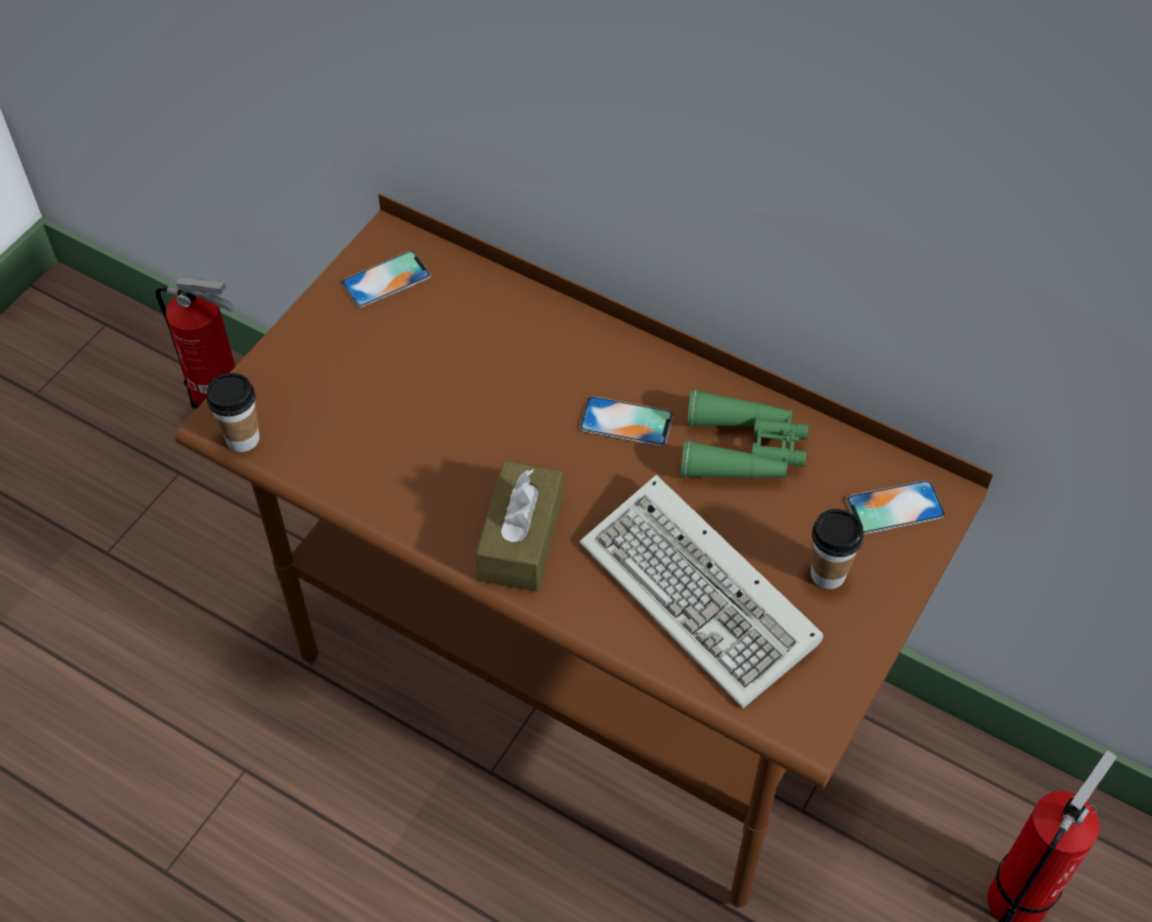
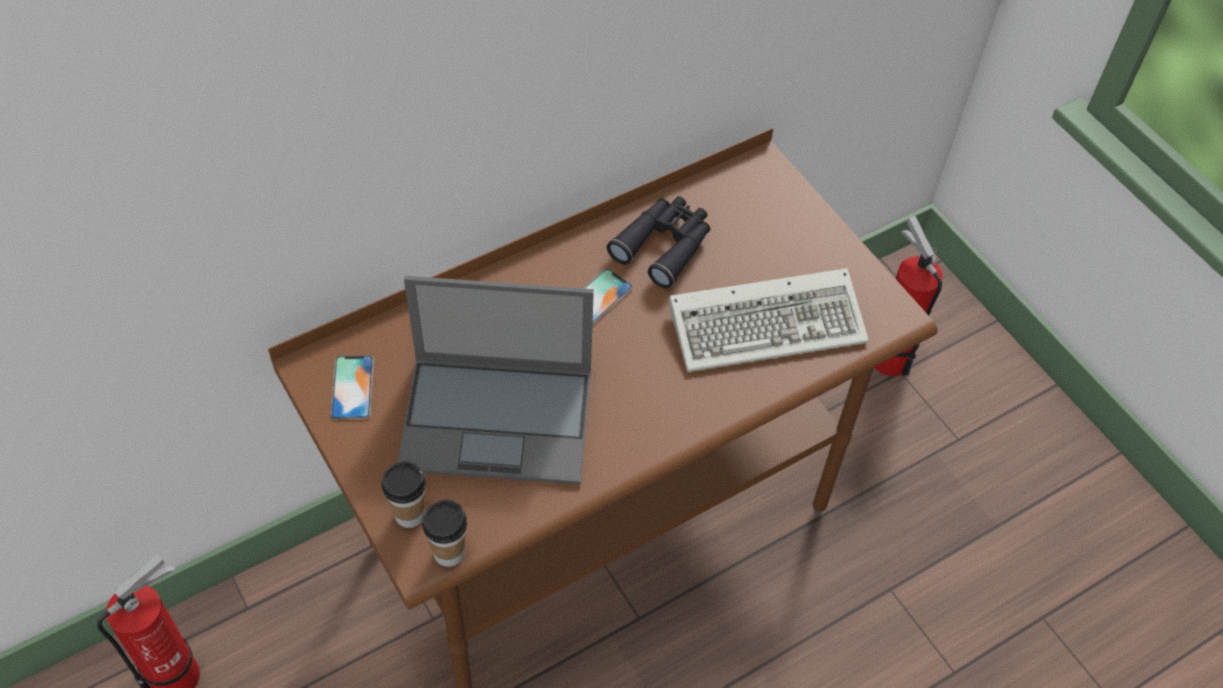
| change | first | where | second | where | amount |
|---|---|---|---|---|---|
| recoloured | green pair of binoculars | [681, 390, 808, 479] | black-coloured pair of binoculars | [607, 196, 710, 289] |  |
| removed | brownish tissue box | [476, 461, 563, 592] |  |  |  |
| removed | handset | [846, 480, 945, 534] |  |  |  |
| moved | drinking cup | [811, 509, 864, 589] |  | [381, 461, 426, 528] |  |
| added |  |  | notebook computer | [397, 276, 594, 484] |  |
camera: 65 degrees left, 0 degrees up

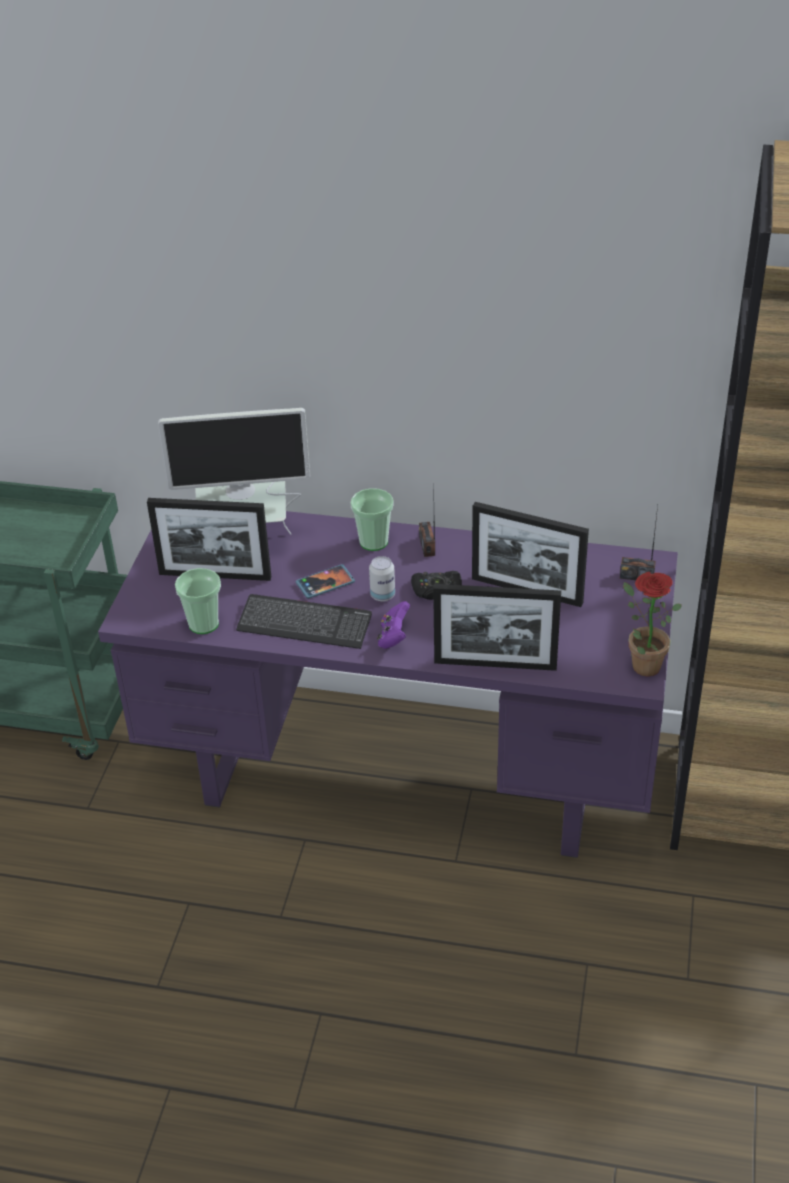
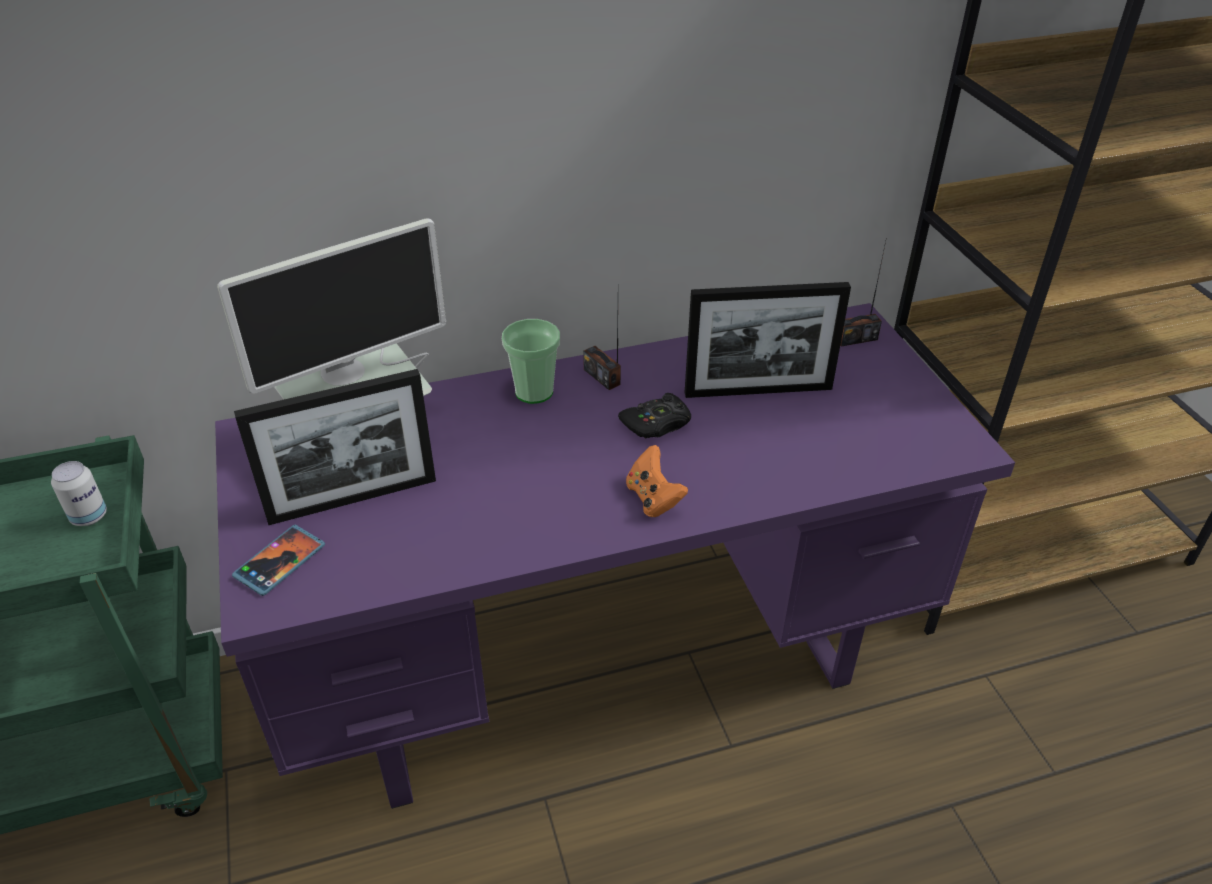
| change | first | where | second | where | amount |
|---|---|---|---|---|---|
| moved | sealed can | [369, 556, 395, 602] |  | [51, 461, 107, 526] |  |
| moved | handset | [295, 564, 355, 599] |  | [232, 525, 325, 596] |  |
| removed | drinking cup | [175, 568, 221, 634] |  |  |  |
| removed | plant in a pot | [623, 572, 682, 676] |  |  |  |
| removed | photo frame | [433, 584, 561, 671] |  |  |  |
| removed | PC keyboard | [236, 594, 372, 649] |  |  |  |
| recoloured | purple gamepad | [377, 601, 410, 649] | orange gamepad | [626, 445, 688, 517] |  |
camera: 30 degrees left, 0 degrees up

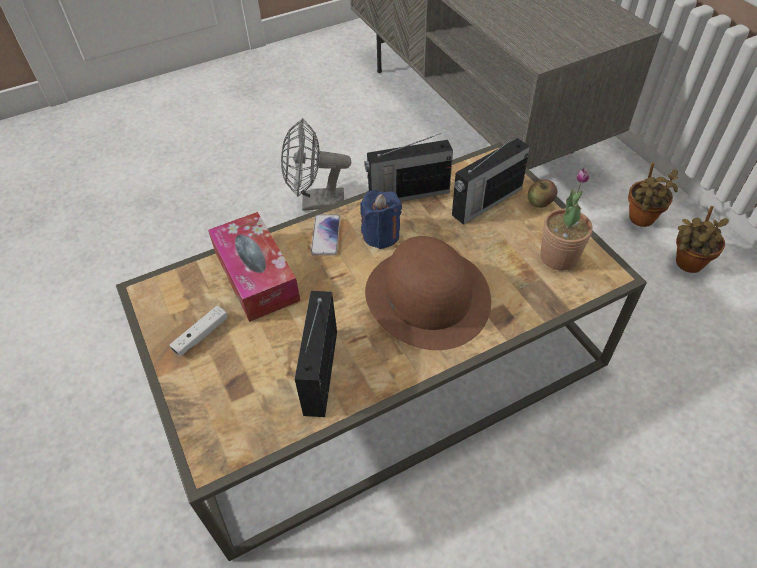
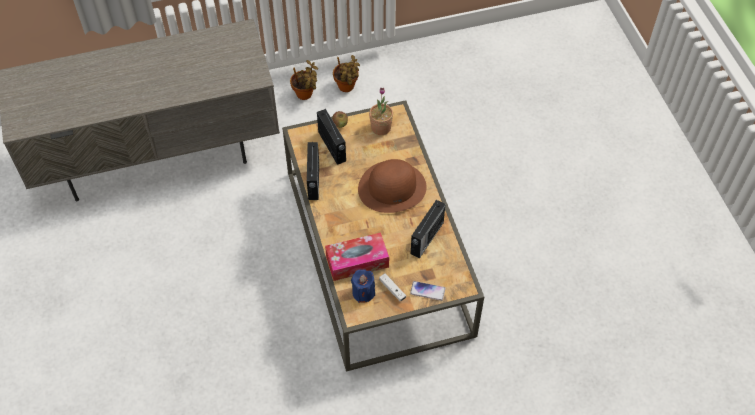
| change | first | where | second | where | amount |
|---|---|---|---|---|---|
| removed | gray electric fan | [281, 118, 351, 211] |  |  |  |
| moved | blue wax candle | [360, 190, 402, 249] |  | [351, 269, 375, 303] |  |
| moved | handset | [311, 215, 340, 255] |  | [410, 281, 446, 301] |  |
| turned | radio | [295, 291, 337, 417] |  | [411, 200, 445, 258] | 75 degrees counterclockwise |
camera: 80 degrees left, 5 degrees up

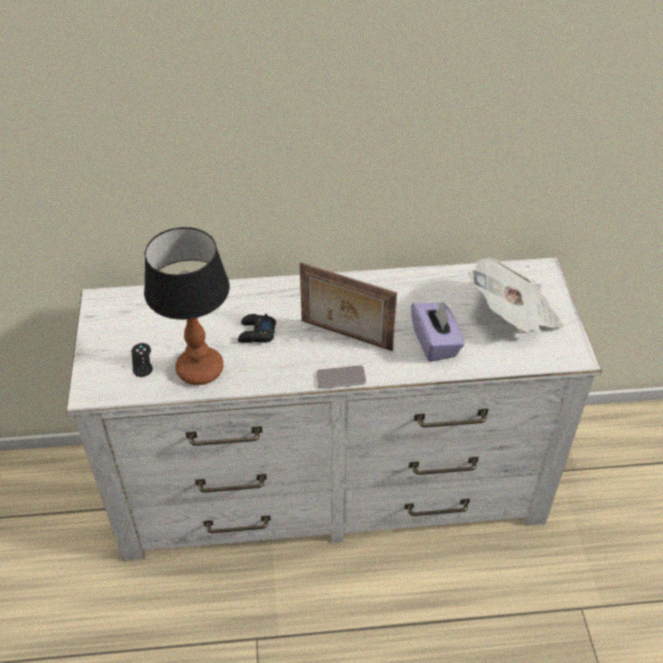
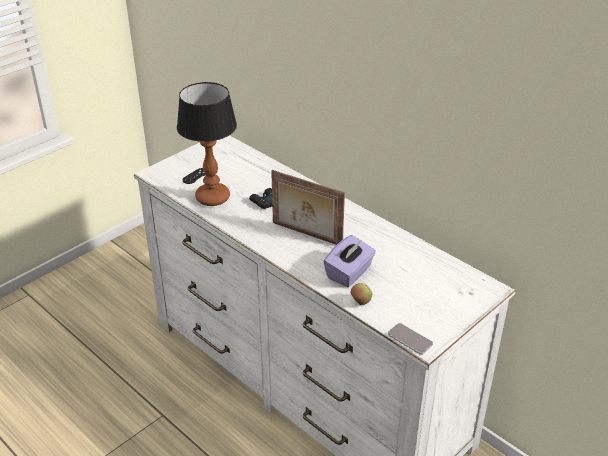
| change | first | where | second | where | amount |
|---|---|---|---|---|---|
| removed | newspaper | [468, 258, 564, 333] |  |  |  |
| turned | photo frame | [300, 262, 397, 351] |  | [271, 170, 345, 245] | 45 degrees counterclockwise |
| moved | handset | [316, 365, 366, 389] |  | [388, 323, 433, 355] |  |
| added |  |  | apple fruit | [351, 283, 373, 305] |  |
camera: 50 degrees right, 10 degrees down

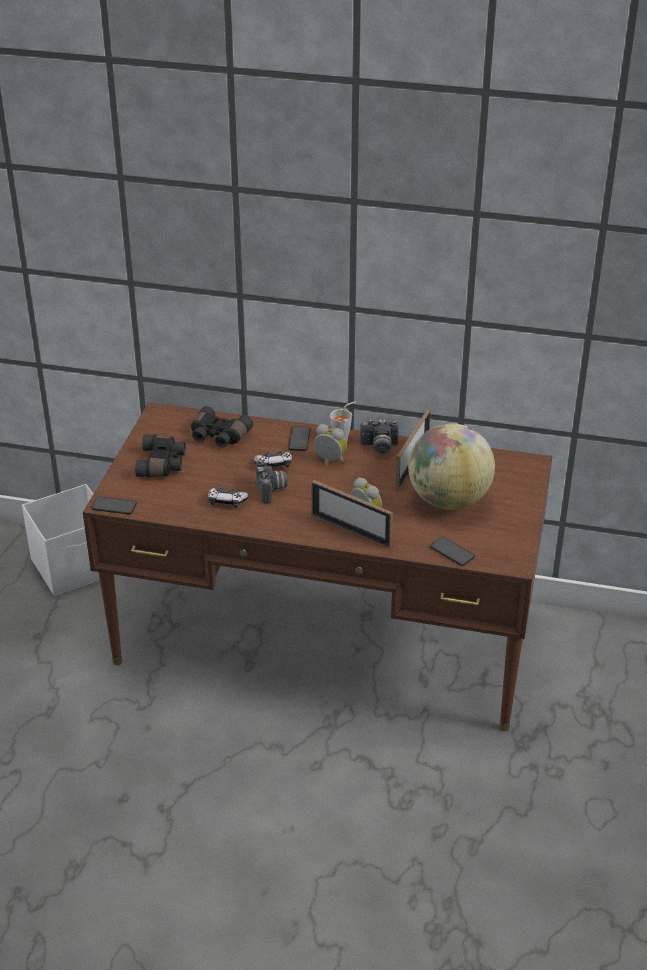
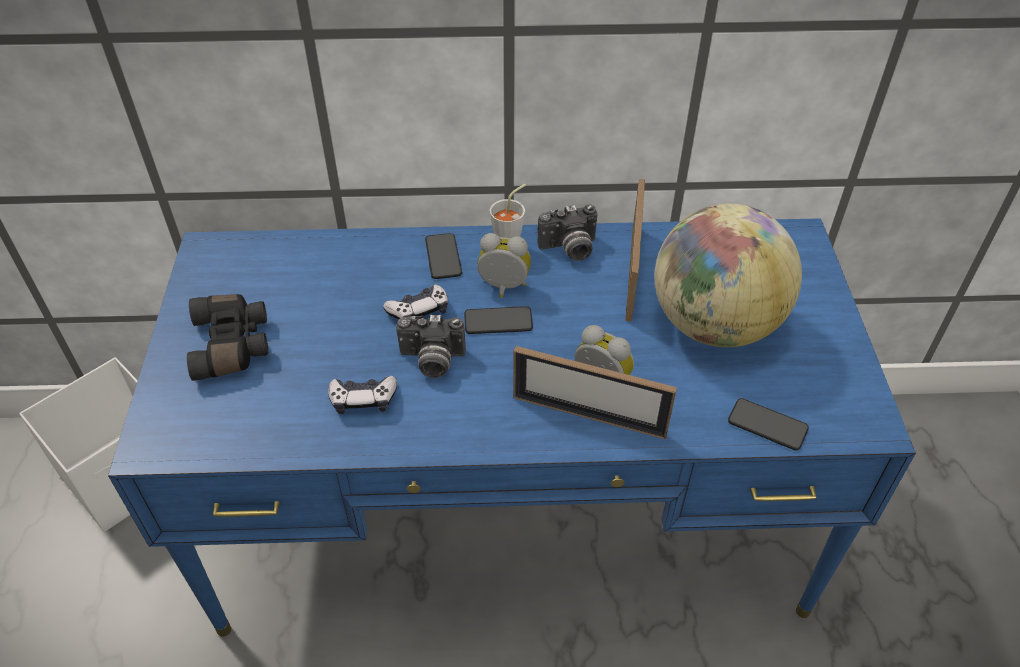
| change | first | where | second | where | amount |
|---|---|---|---|---|---|
| recoloured | brownish desk table | [83, 402, 552, 732] | blue desk table | [108, 218, 916, 637] |  |
| removed | black-coloured pair of binoculars | [191, 406, 253, 448] |  |  |  |
| turned | photo camera | [256, 460, 288, 504] |  | [396, 315, 466, 378] | 120 degrees clockwise |
| moved | handset | [91, 497, 137, 514] |  | [464, 306, 533, 334] |  |
camera: 15 degrees left, 10 degrees up

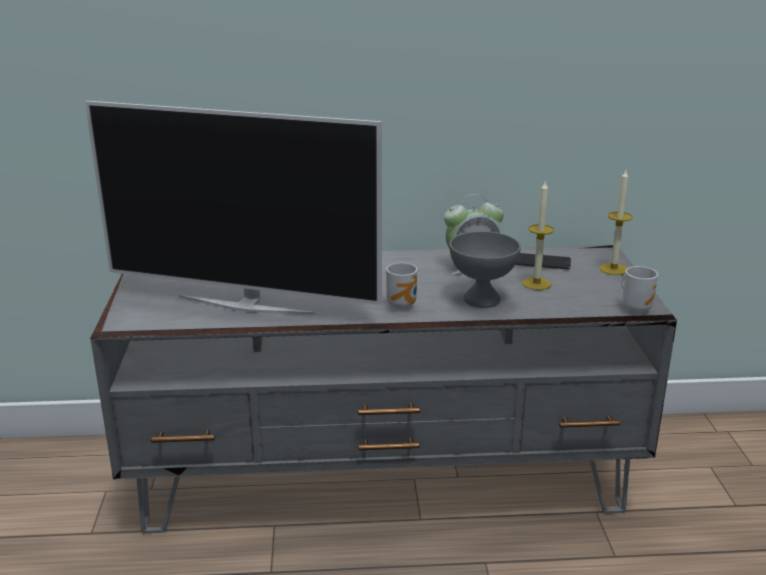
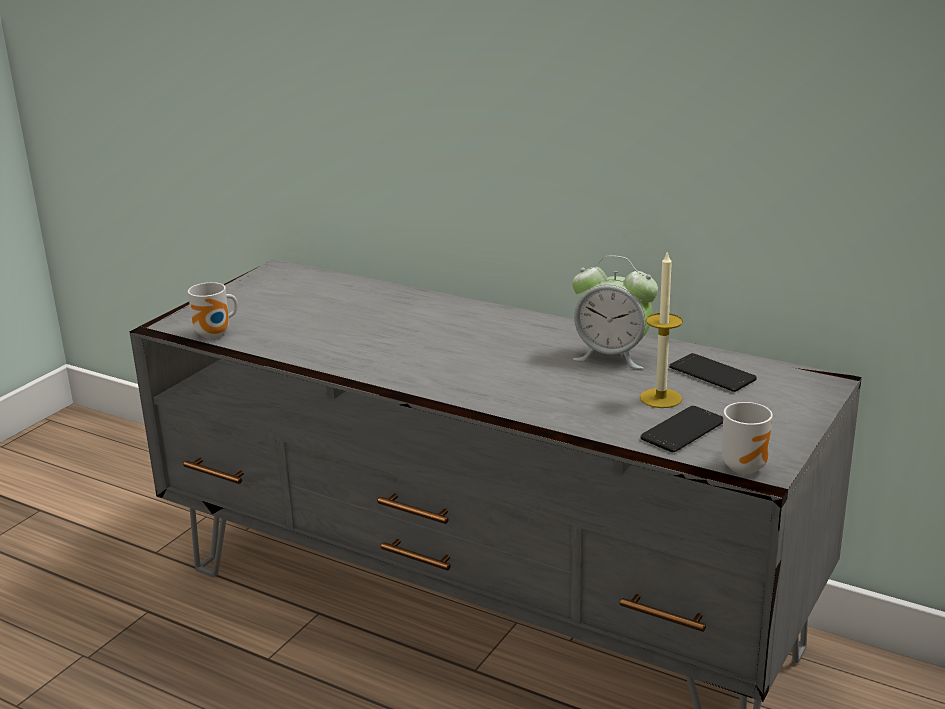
| change | first | where | second | where | amount |
|---|---|---|---|---|---|
| removed | TV | [85, 101, 382, 315] |  |  |  |
| removed | wax candle | [599, 170, 633, 275] |  |  |  |
| removed | gray serving bowl | [449, 231, 521, 308] |  |  |  |
| moved | coffee mug | [386, 263, 417, 309] |  | [188, 282, 238, 338] |  |
| added |  |  | handset | [640, 406, 723, 452] |  |
camera: 35 degrees right, 0 degrees up

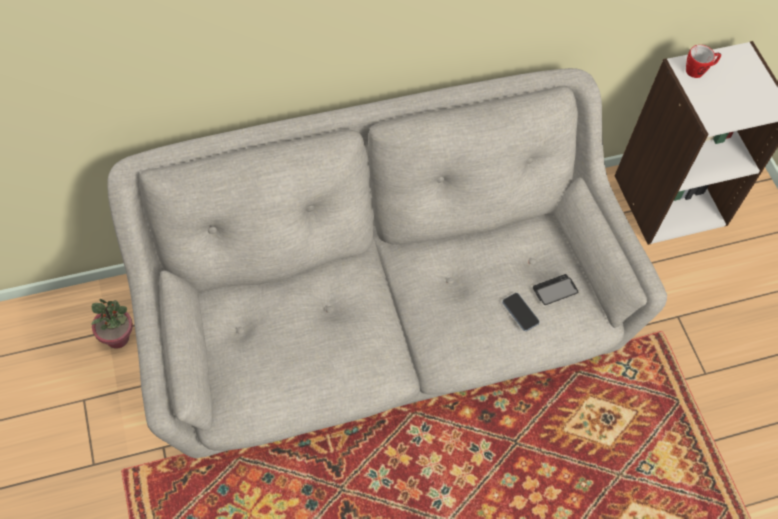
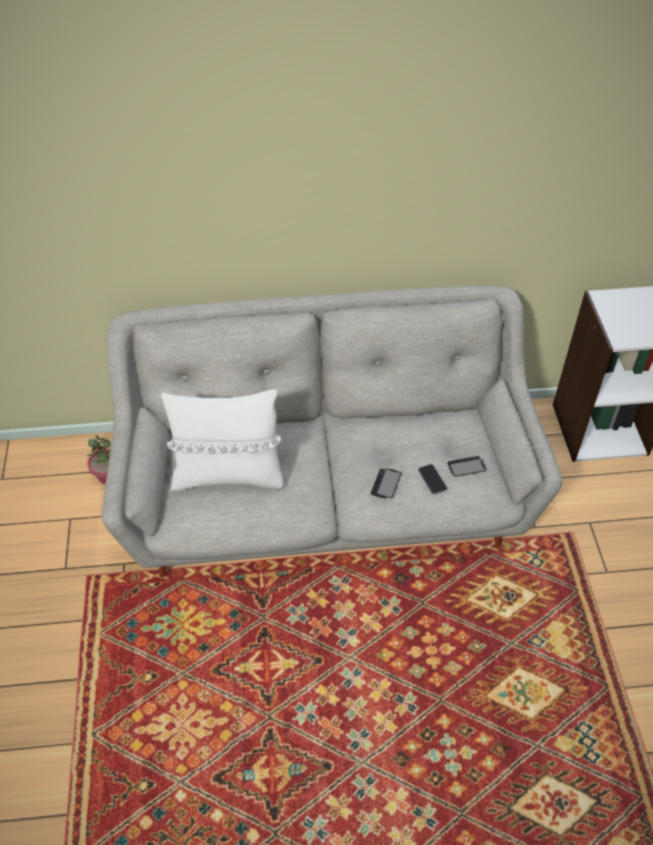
| change | first | where | second | where | amount |
|---|---|---|---|---|---|
| removed | coffee mug | [686, 45, 721, 78] |  |  |  |
| added |  |  | white-coloured cushion | [161, 390, 284, 491] |  |
| added |  |  | handset | [370, 468, 401, 499] |  |
camera: 15 degrees right, 10 degrees down

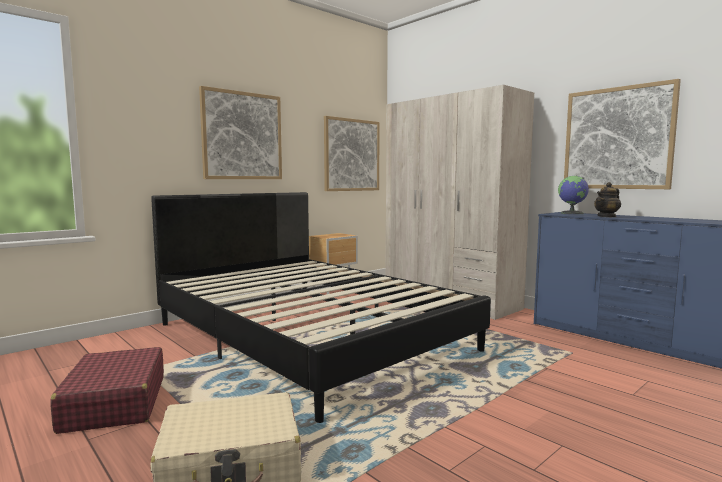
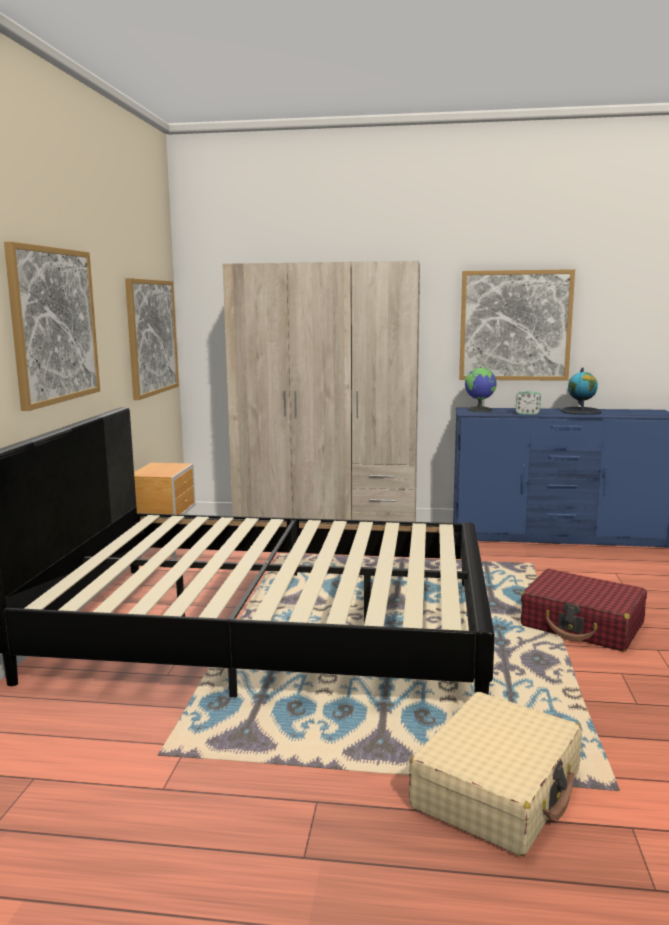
| change | first | where | second | where | amount |
|---|---|---|---|---|---|
| replaced | tea pot | [594, 182, 621, 217] | table clock | [516, 391, 541, 415] |  |
| moved | reddish piece of luggage | [50, 347, 164, 434] |  | [521, 569, 647, 652] |  |
| added |  |  | globe | [561, 368, 602, 415] |  |
camera: 40 degrees left, 5 degrees up

